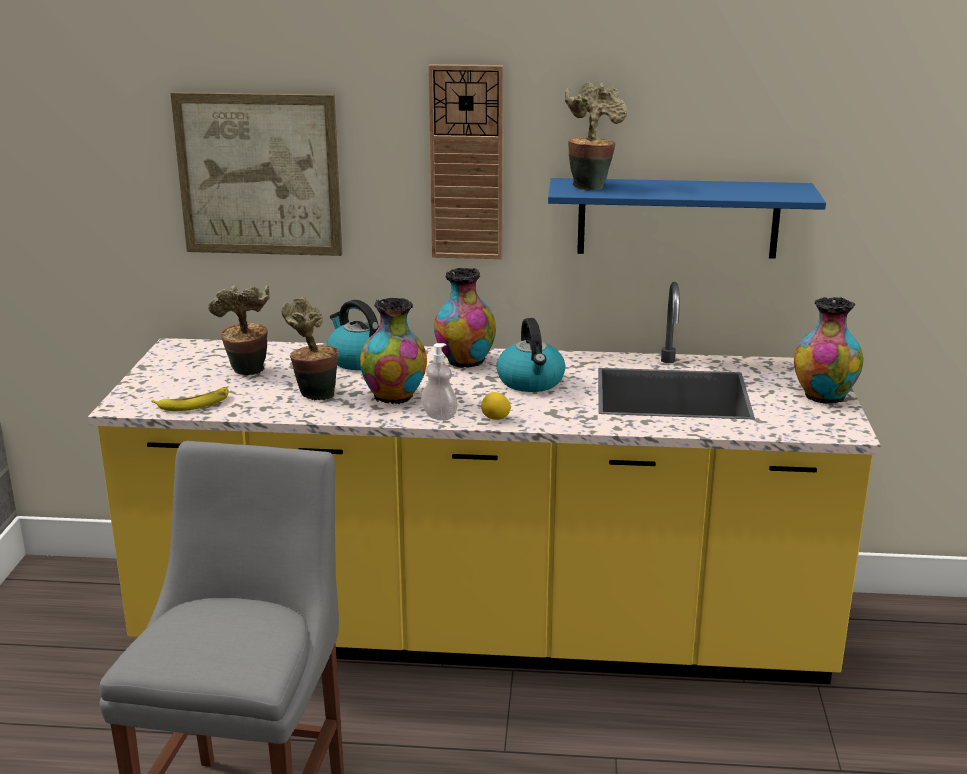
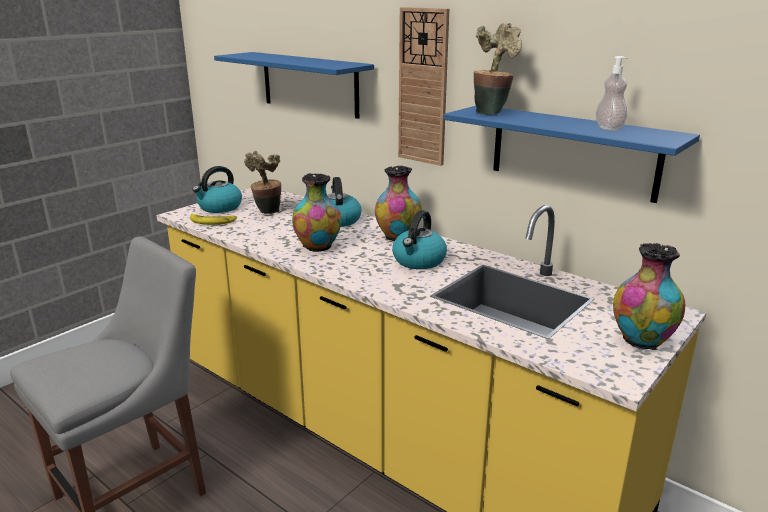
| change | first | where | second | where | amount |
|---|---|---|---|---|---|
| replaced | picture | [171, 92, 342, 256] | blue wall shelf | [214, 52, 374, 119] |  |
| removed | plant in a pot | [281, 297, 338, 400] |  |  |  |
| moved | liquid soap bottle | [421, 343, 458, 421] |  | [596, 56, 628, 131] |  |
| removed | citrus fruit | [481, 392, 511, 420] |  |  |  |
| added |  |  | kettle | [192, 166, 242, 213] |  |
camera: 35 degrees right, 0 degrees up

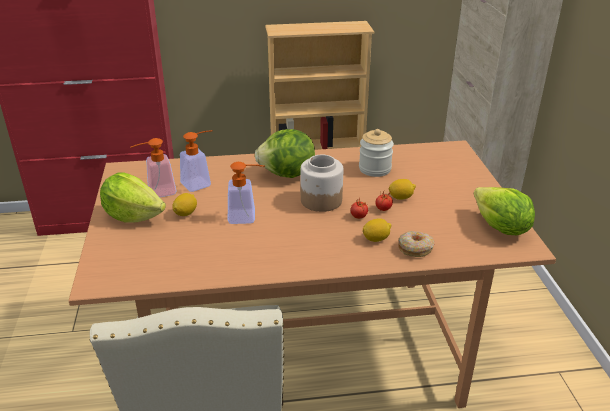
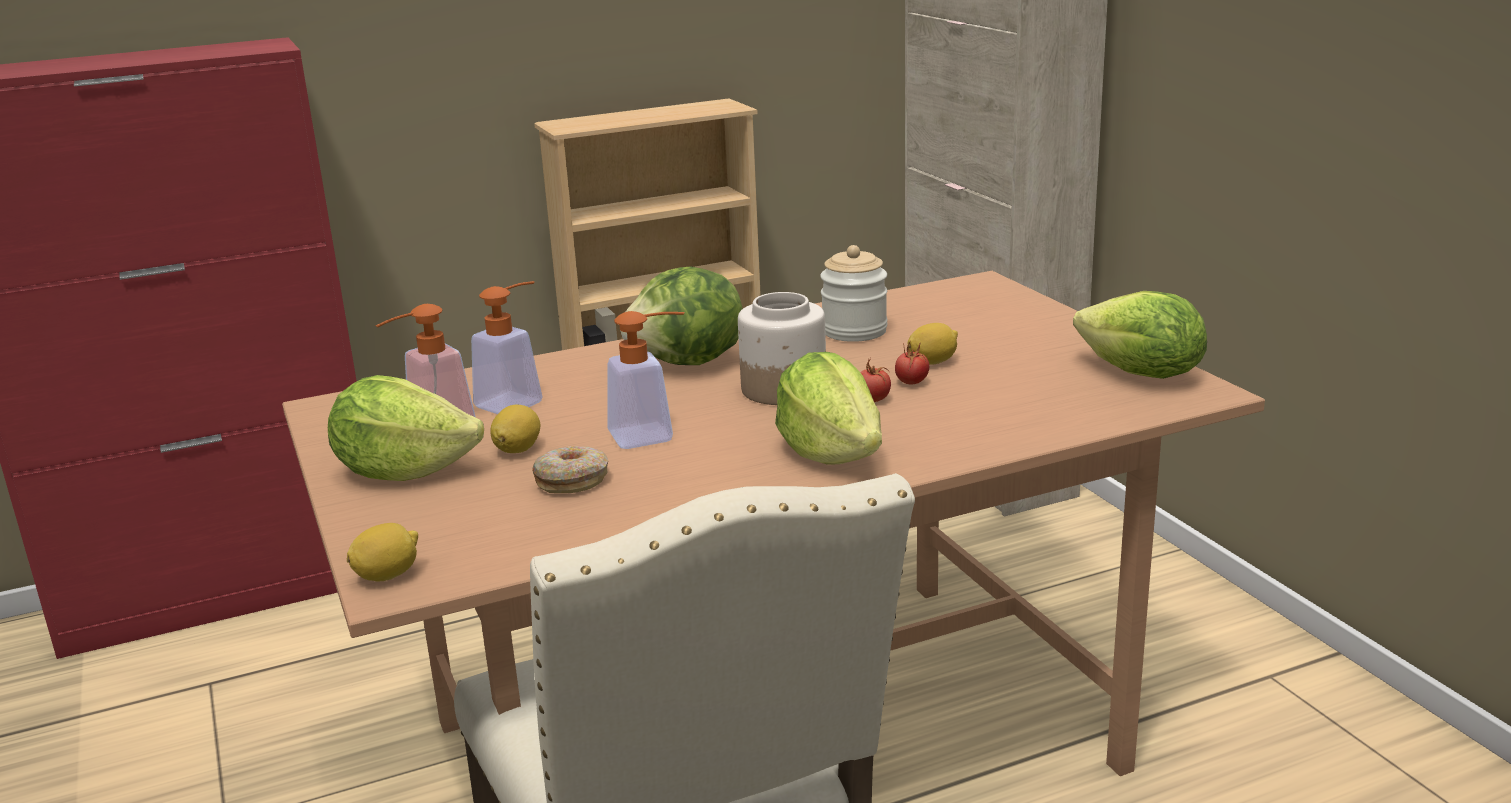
| change | first | where | second | where | amount |
|---|---|---|---|---|---|
| moved | citrus fruit | [363, 219, 391, 242] |  | [347, 523, 418, 581] |  |
| moved | doughnut | [398, 231, 435, 257] |  | [532, 446, 608, 493] |  |
| added |  |  | lettuce head | [775, 352, 882, 465] |  |
camera: 15 degrees left, 10 degrees down

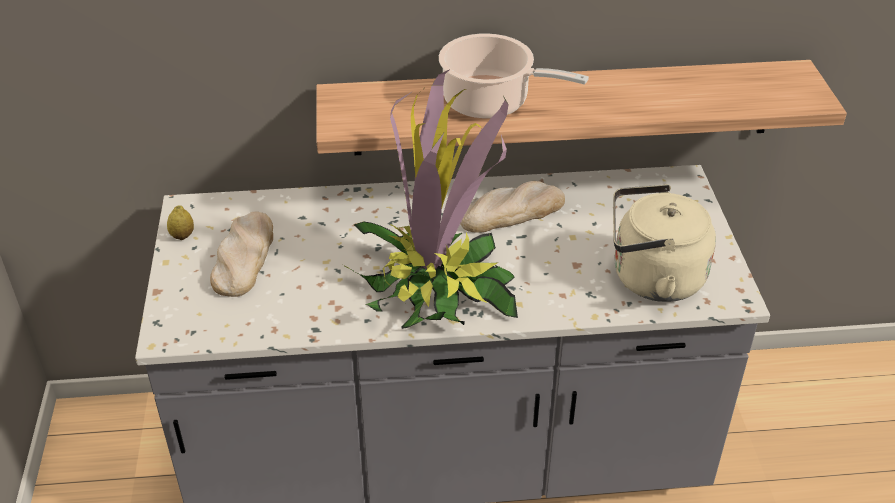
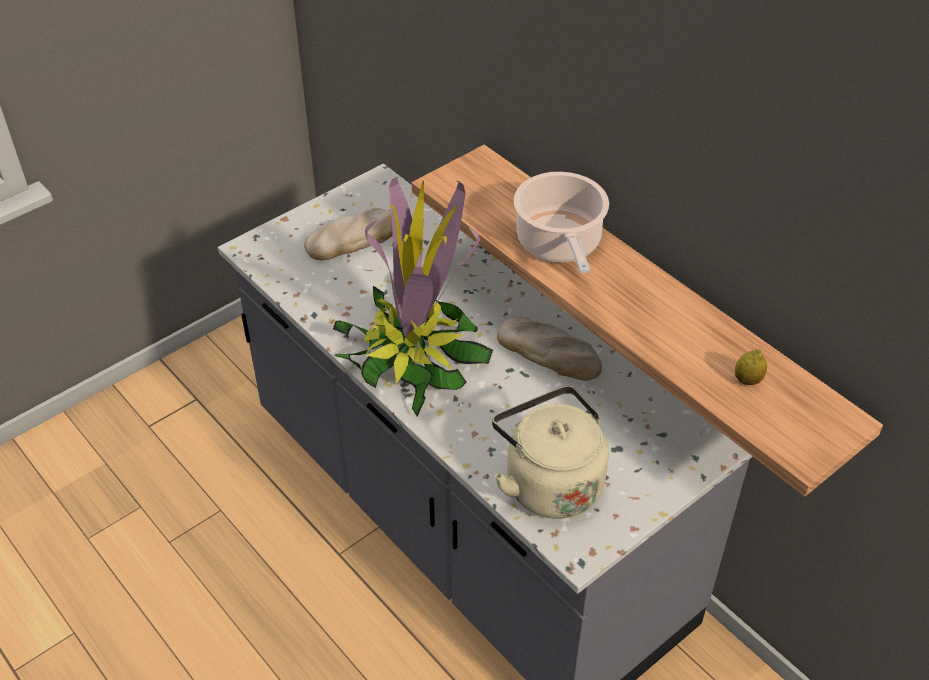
| change | first | where | second | where | amount |
|---|---|---|---|---|---|
| moved | citrus fruit | [167, 205, 194, 240] |  | [735, 349, 767, 385] |  |
camera: 55 degrees right, 5 degrees up

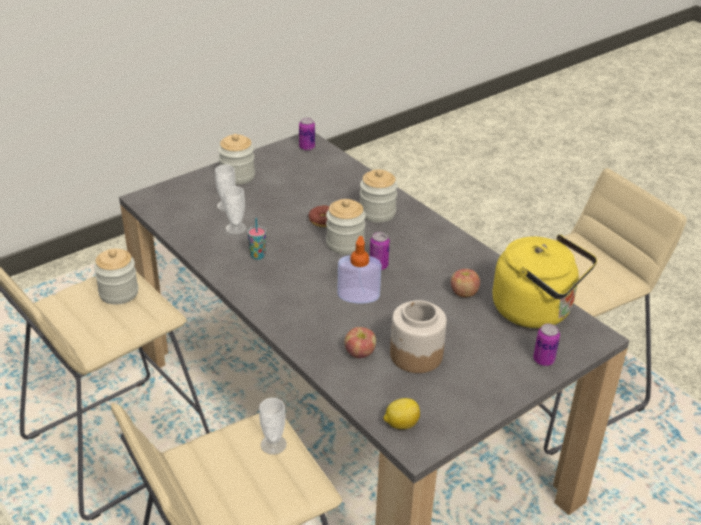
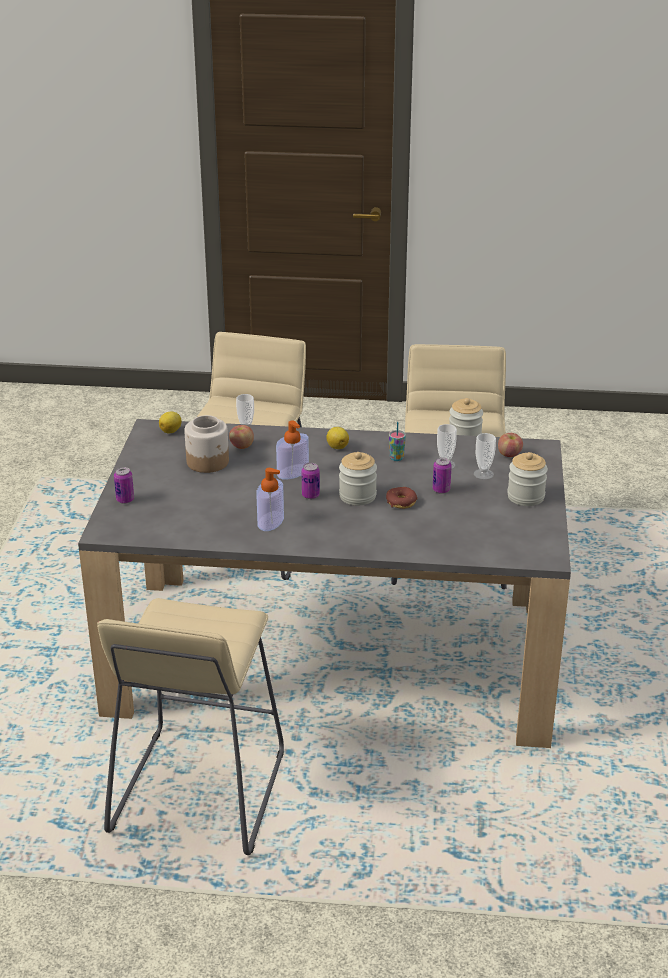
| change | first | where | second | where | amount |
|---|---|---|---|---|---|
| moved | sealed can | [299, 118, 315, 151] |  | [433, 457, 452, 494] |  |
| removed | storage jar | [360, 169, 398, 222] |  |  |  |
| removed | yellowish kettle | [492, 235, 597, 328] |  |  |  |
| moved | apple fruit | [451, 269, 480, 297] |  | [498, 433, 523, 457] |  |
| added |  |  | citrus fruit | [326, 427, 349, 449] |  |
| added |  |  | liquid soap bottle | [256, 468, 284, 531] |  |
camera: 135 degrees right, 5 degrees down

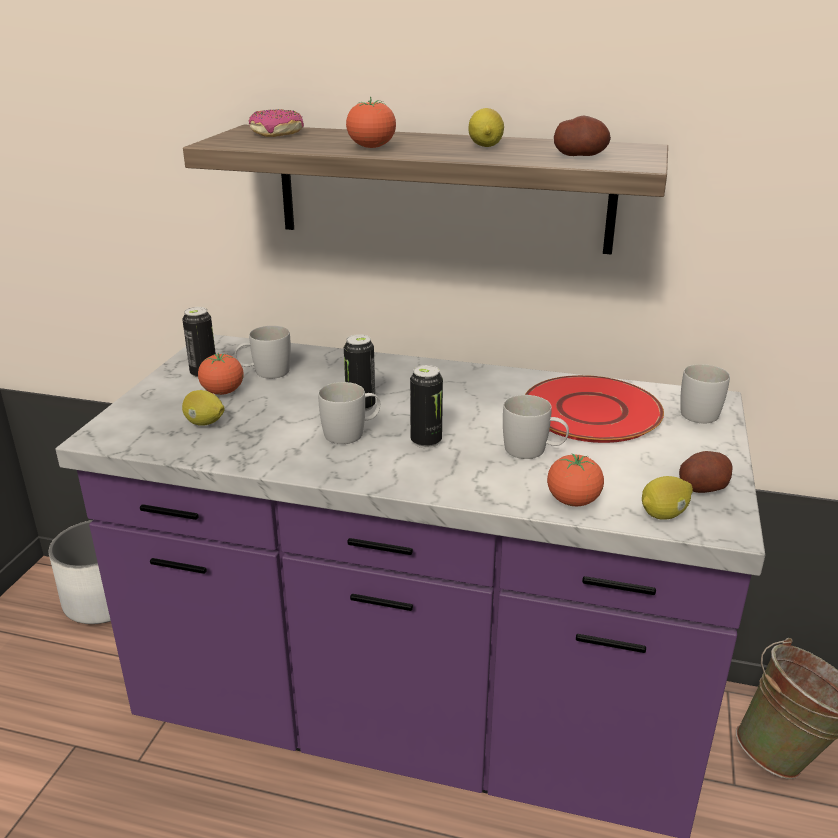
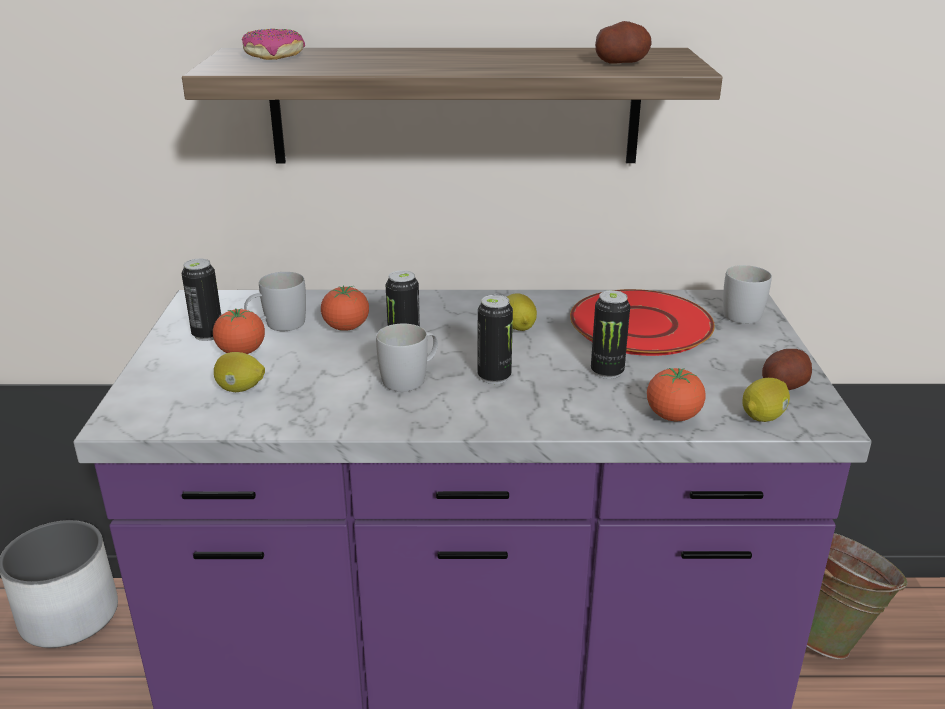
| change | first | where | second | where | amount |
|---|---|---|---|---|---|
| moved | tomato | [346, 97, 396, 148] |  | [321, 285, 369, 331] |  |
| moved | citrus fruit | [468, 108, 504, 147] |  | [507, 293, 537, 331] |  |
| replaced | white-coloured coffee mug | [503, 395, 569, 459] | sealed can | [591, 290, 630, 379] |  |
camera: 15 degrees left, 0 degrees up

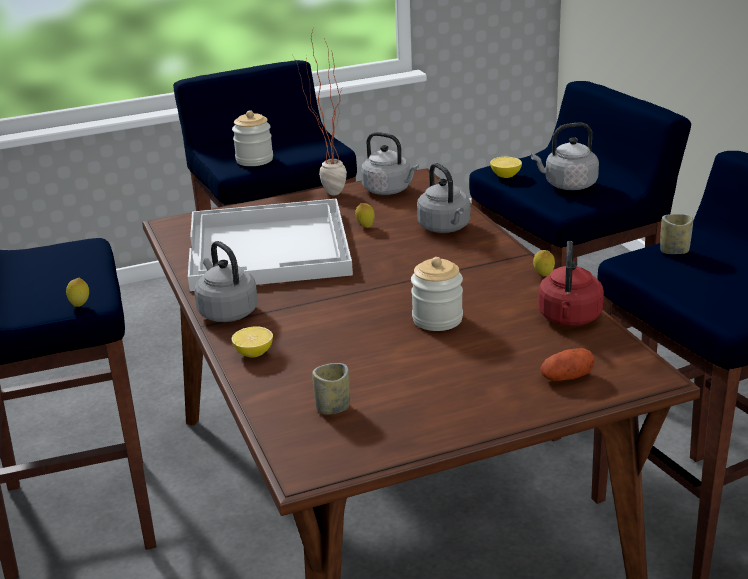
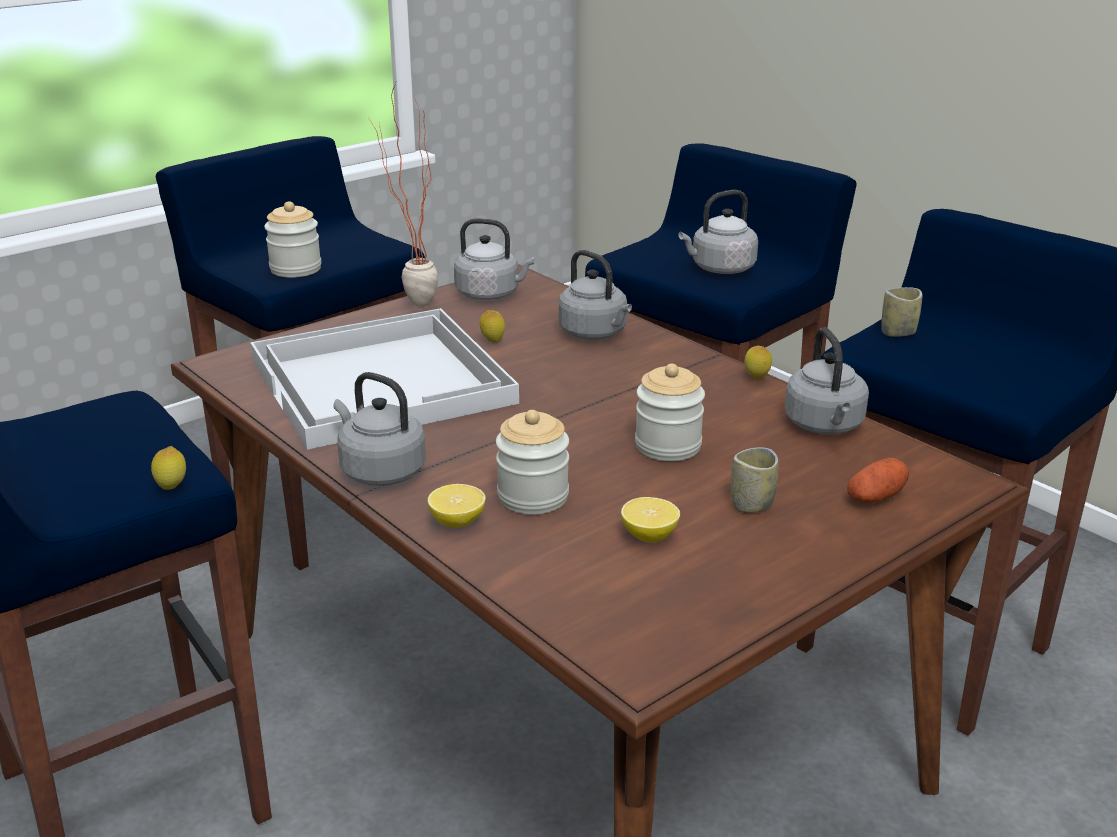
| change | first | where | second | where | amount |
|---|---|---|---|---|---|
| moved | citrus fruit | [490, 157, 522, 178] |  | [621, 497, 680, 542] |  |
| recoloured | reddish kettle | [538, 241, 604, 326] | gray kettle | [785, 327, 869, 434] |  |
| moved | drinking cup | [312, 363, 350, 415] |  | [731, 447, 778, 513] |  |
| added |  |  | storage jar | [496, 410, 569, 515] |  |
camera: 20 degrees left, 0 degrees up

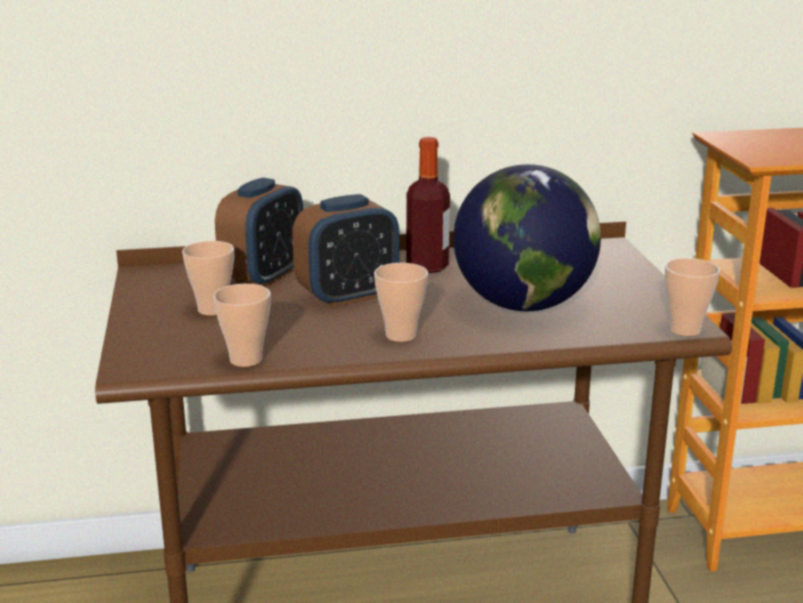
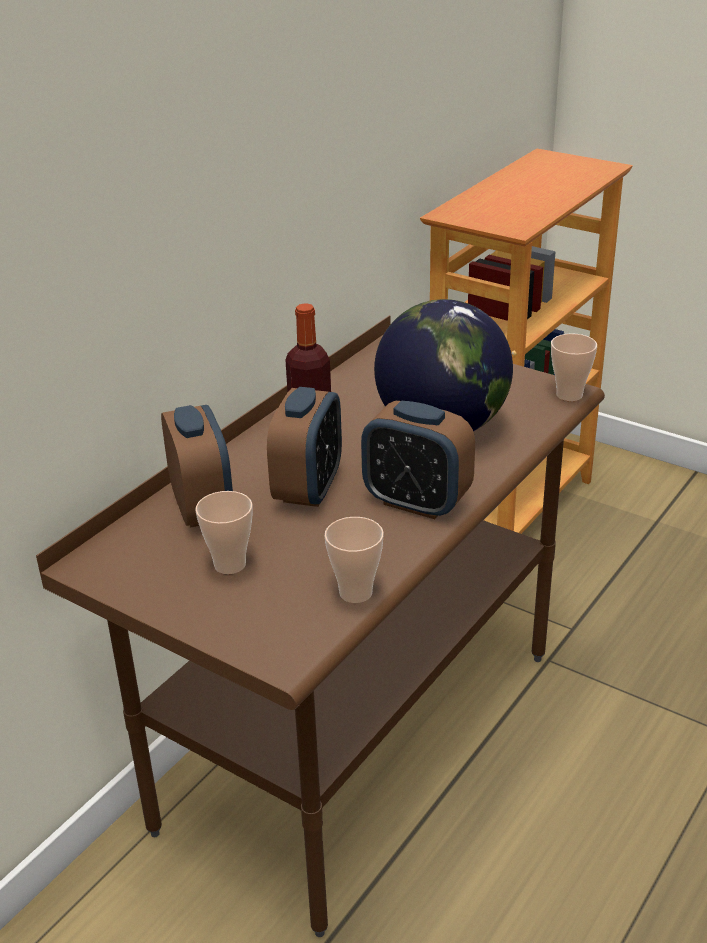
| change | first | where | second | where | amount |
|---|---|---|---|---|---|
| replaced | drinking cup | [374, 263, 428, 342] | table clock | [361, 401, 475, 519] |  |
camera: 45 degrees left, 10 degrees up

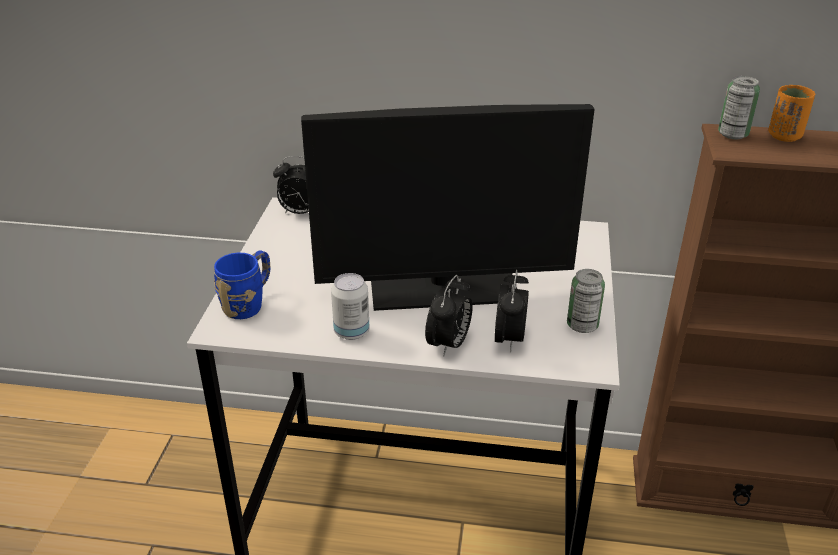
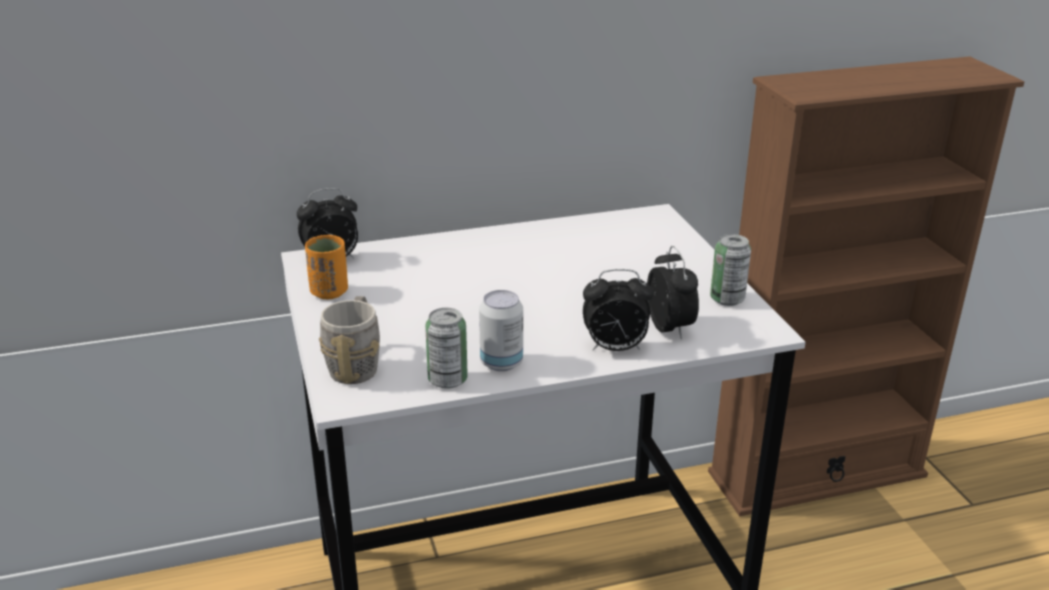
| change | first | where | second | where | amount |
|---|---|---|---|---|---|
| moved | sealed can | [718, 76, 760, 139] |  | [425, 308, 468, 389] |  |
| moved | orange drinking cup | [768, 85, 815, 142] |  | [305, 235, 348, 299] |  |
| removed | monitor | [301, 104, 595, 311] |  |  |  |
| recoloured | blue coffee mug | [214, 251, 270, 319] | gray coffee mug | [319, 296, 380, 384] |  |
| turned | table clock | [425, 275, 472, 356] |  | [583, 269, 653, 351] | 90 degrees clockwise |
camera: 25 degrees left, 5 degrees down

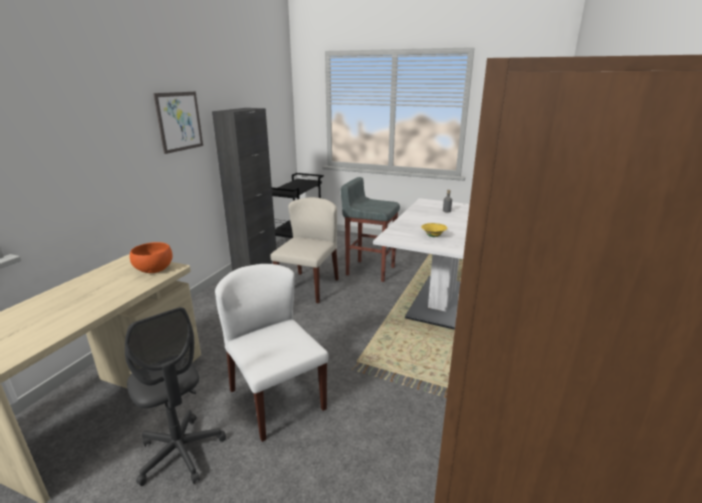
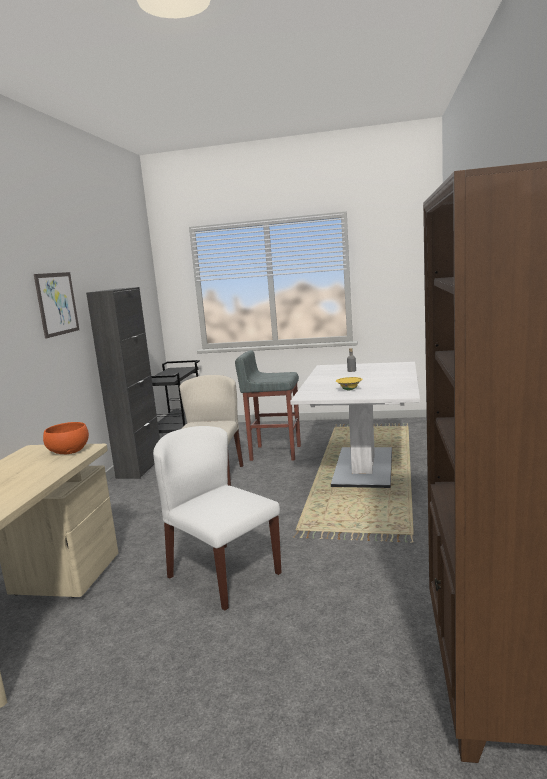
| change | first | where | second | where | amount |
|---|---|---|---|---|---|
| removed | gray desk chair | [125, 307, 226, 486] |  |  |  |
camera: 10 degrees left, 10 degrees down

